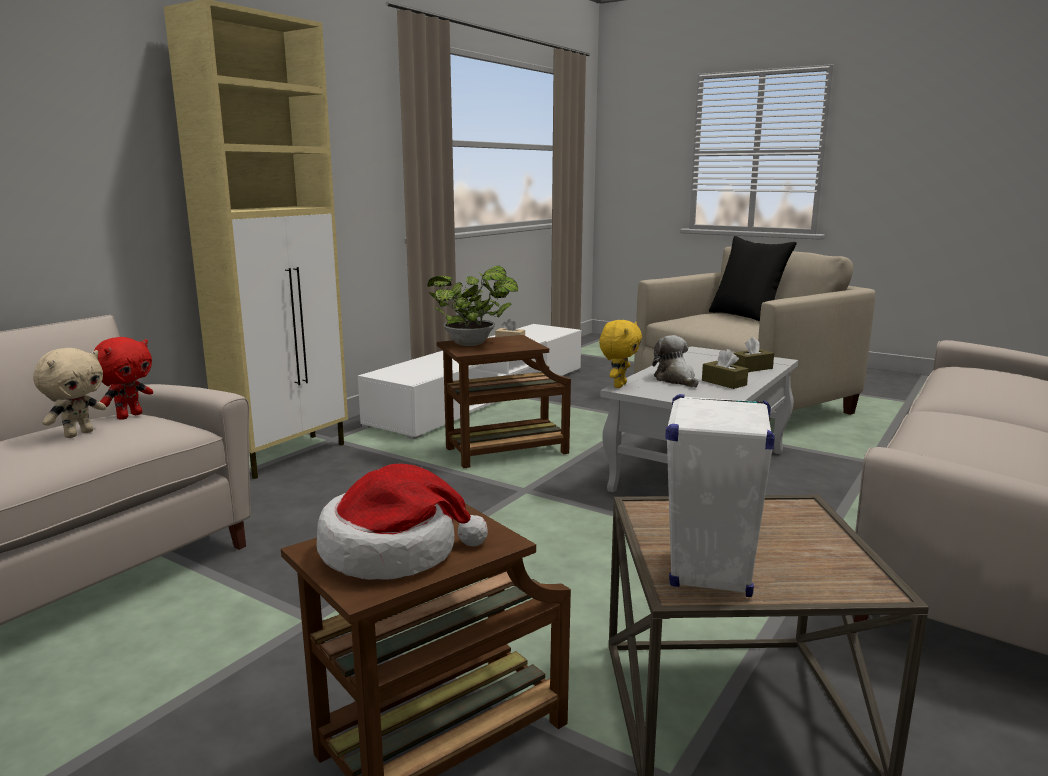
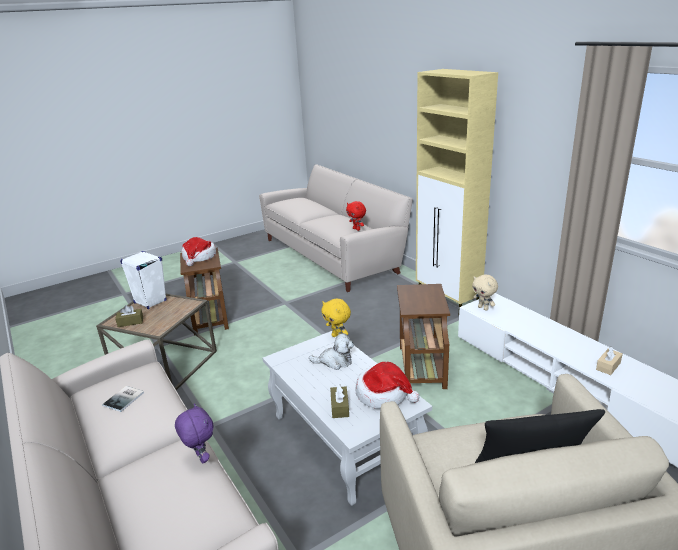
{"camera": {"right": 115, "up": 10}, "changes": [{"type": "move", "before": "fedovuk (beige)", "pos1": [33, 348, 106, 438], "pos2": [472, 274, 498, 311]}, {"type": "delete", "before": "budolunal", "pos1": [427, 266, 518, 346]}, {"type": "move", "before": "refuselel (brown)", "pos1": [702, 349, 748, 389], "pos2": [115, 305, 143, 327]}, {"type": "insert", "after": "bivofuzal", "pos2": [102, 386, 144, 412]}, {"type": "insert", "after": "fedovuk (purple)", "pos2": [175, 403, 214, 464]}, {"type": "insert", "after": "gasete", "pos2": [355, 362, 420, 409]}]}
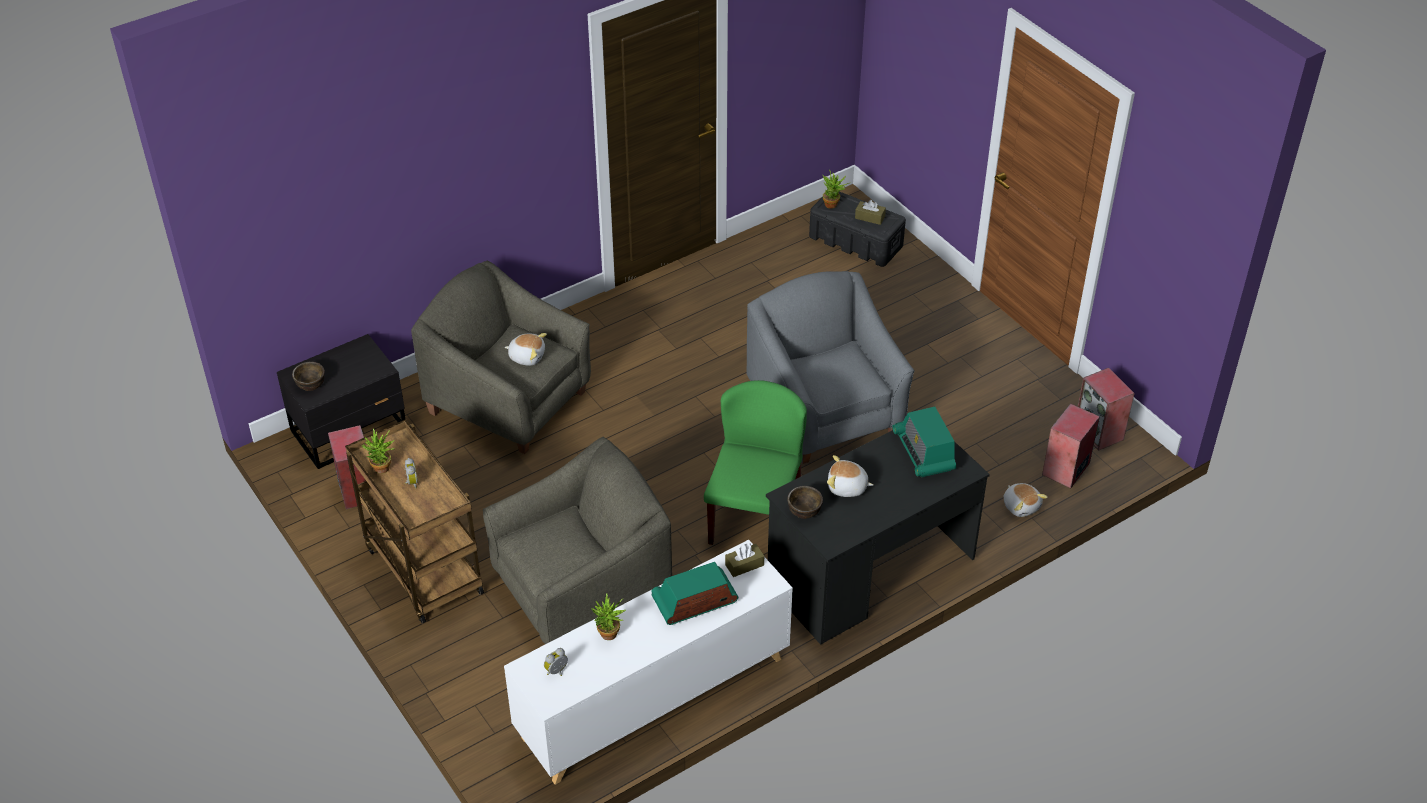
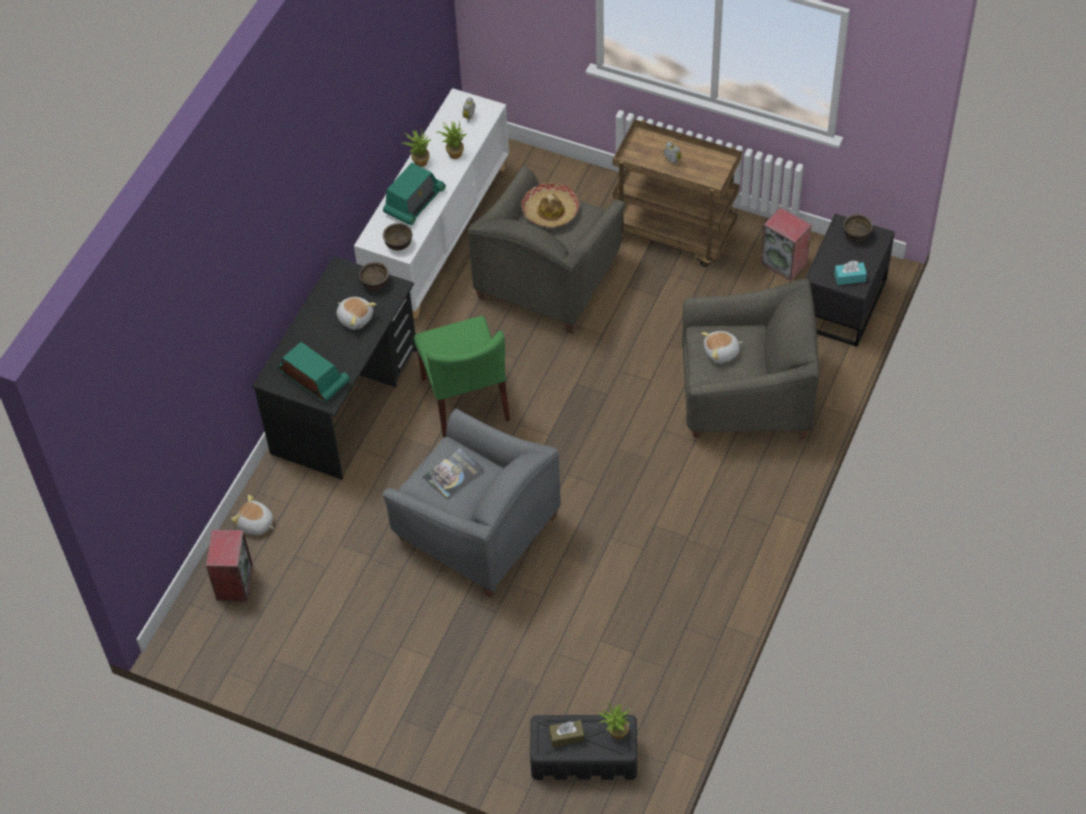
{"camera": {"right": 150, "up": 10}, "changes": [{"type": "move", "before": "budolunal", "pos1": [361, 428, 395, 474], "pos2": [401, 130, 431, 167]}, {"type": "replace", "before": "refuselel (brown)", "after": "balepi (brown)", "pos1": [725, 543, 764, 577], "pos2": [383, 223, 412, 250]}, {"type": "rotate", "before": "fedovuk", "pos1": [827, 455, 873, 497], "pos2": [337, 297, 376, 330], "turn": 60}, {"type": "delete", "before": "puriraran", "pos1": [1078, 368, 1135, 451]}, {"type": "insert", "after": "bivofuzal", "pos2": [423, 447, 484, 499]}, {"type": "insert", "after": "gasete", "pos2": [521, 183, 579, 228]}, {"type": "insert", "after": "refuselel (turquoise)", "pos2": [834, 261, 867, 285]}]}
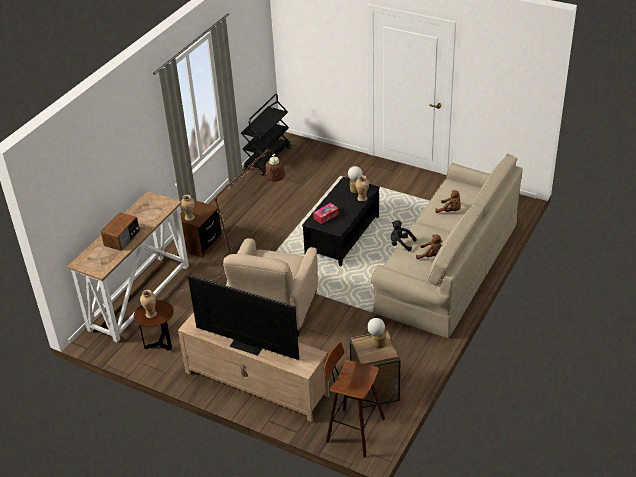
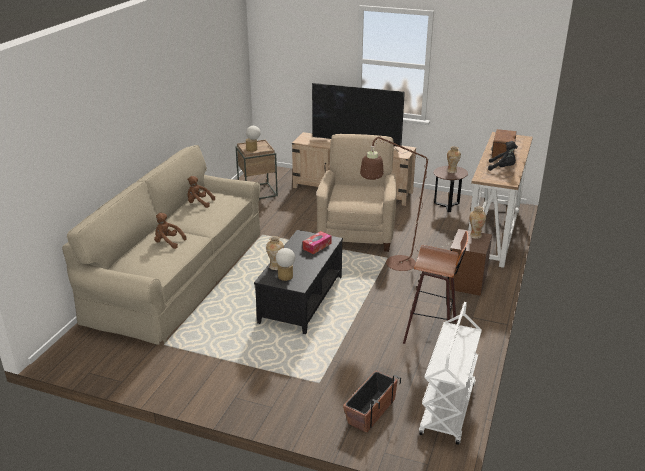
{"camera": {"right": 170, "up": -10}, "changes": [{"type": "recolor", "before": "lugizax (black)", "after": "lugizax (white)", "pos1": [241, 94, 291, 176], "pos2": [419, 302, 482, 445]}, {"type": "move", "before": "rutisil", "pos1": [323, 342, 385, 458], "pos2": [403, 231, 468, 344]}, {"type": "move", "before": "fedovuk (black)", "pos1": [391, 220, 416, 251], "pos2": [488, 141, 518, 171]}, {"type": "insert", "after": "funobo", "pos2": [343, 370, 401, 433]}]}
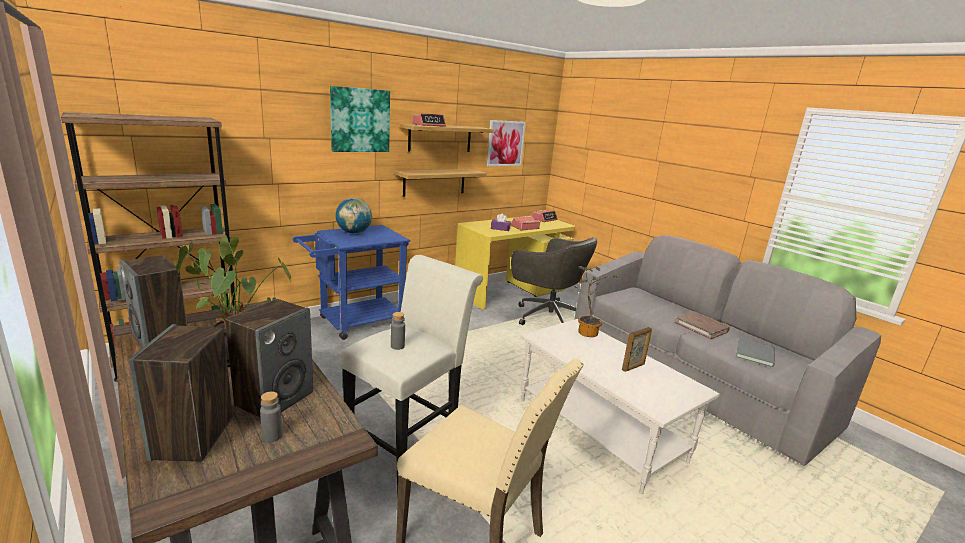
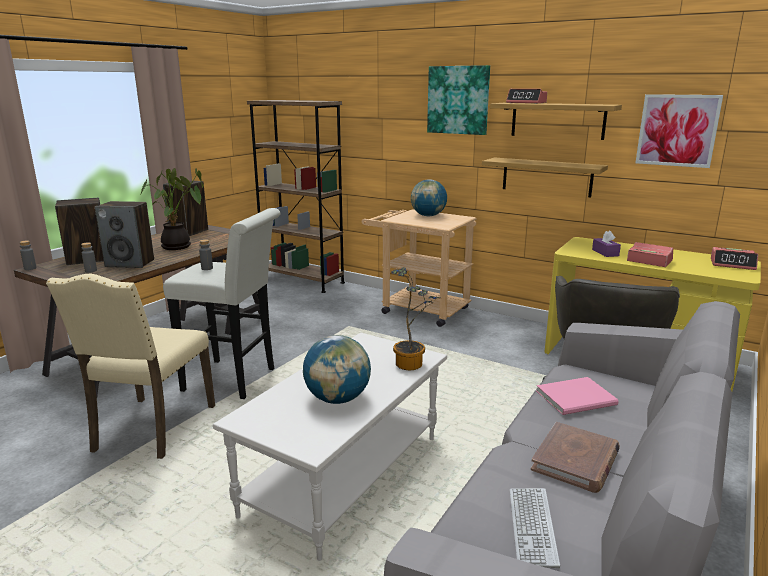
{"camera": {"right": 70, "up": 0}, "changes": [{"type": "recolor", "before": "lugizax (blue)", "after": "lugizax (beige)", "pos1": [293, 225, 410, 340], "pos2": [362, 209, 477, 327]}, {"type": "replace", "before": "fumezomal", "after": "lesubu", "pos1": [622, 327, 652, 372], "pos2": [303, 335, 371, 404]}, {"type": "replace", "before": "bivofuzal (grey)", "after": "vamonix", "pos1": [736, 338, 775, 367], "pos2": [510, 488, 560, 568]}, {"type": "insert", "after": "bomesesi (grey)", "pos2": [19, 240, 36, 270]}, {"type": "insert", "after": "bivofuzal (pink)", "pos2": [536, 377, 619, 415]}]}
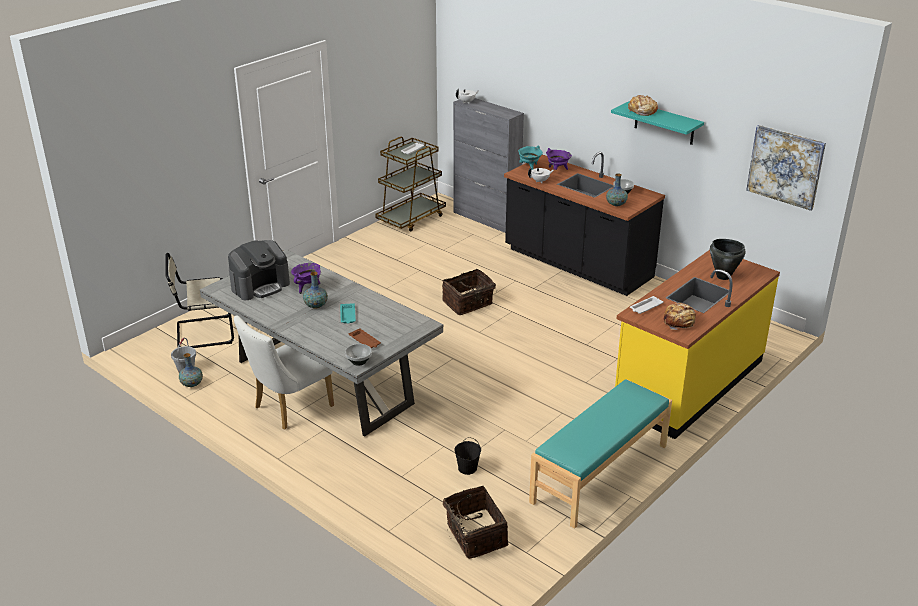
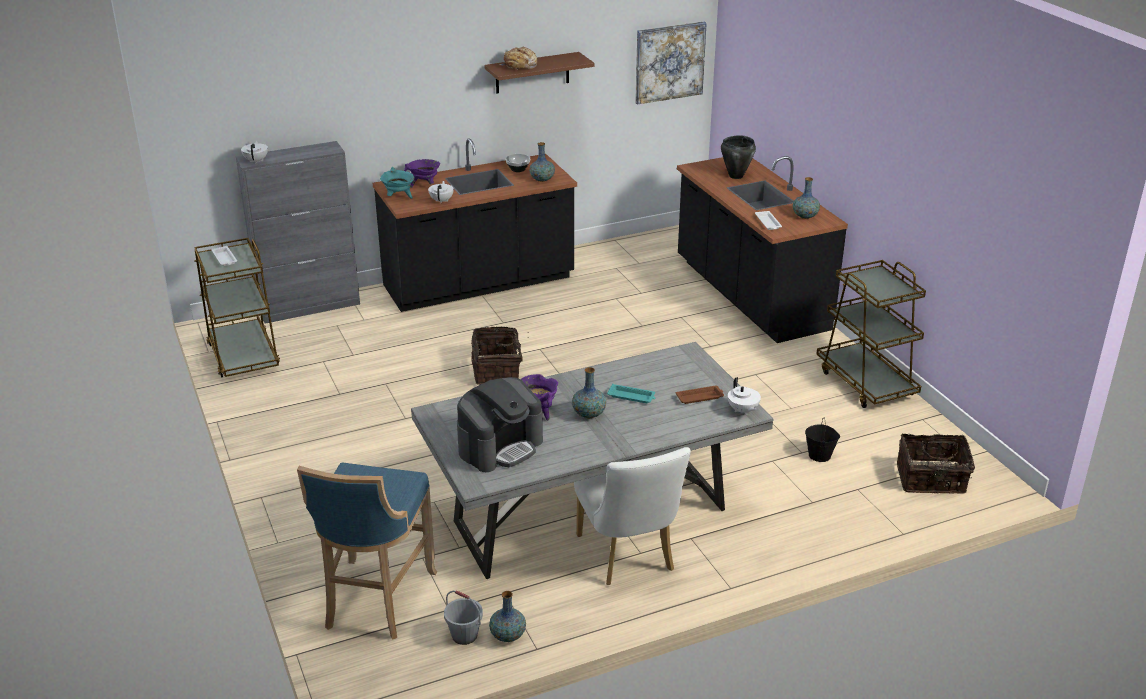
{"camera": {"right": -65, "up": 0}, "changes": [{"type": "replace", "before": "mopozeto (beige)", "after": "rutisil (blue)", "pos1": [165, 253, 234, 348], "pos2": [297, 463, 437, 640]}, {"type": "rotate", "before": "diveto", "pos1": [228, 240, 290, 300], "pos2": [457, 377, 543, 472], "turn": 60}, {"type": "replace", "before": "balepi", "after": "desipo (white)", "pos1": [345, 344, 372, 366], "pos2": [728, 377, 761, 415]}, {"type": "replace", "before": "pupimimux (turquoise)", "after": "lugizax (brown)", "pos1": [529, 379, 672, 529], "pos2": [816, 260, 926, 408]}, {"type": "recolor", "before": "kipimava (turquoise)", "after": "kipimava (brown)", "pos1": [611, 101, 704, 145], "pos2": [484, 52, 595, 94]}, {"type": "recolor", "before": "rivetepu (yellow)", "after": "rivetepu (black)", "pos1": [615, 250, 780, 439], "pos2": [677, 156, 848, 343]}, {"type": "replace", "before": "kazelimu", "after": "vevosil", "pos1": [664, 303, 696, 330], "pos2": [793, 177, 820, 219]}]}
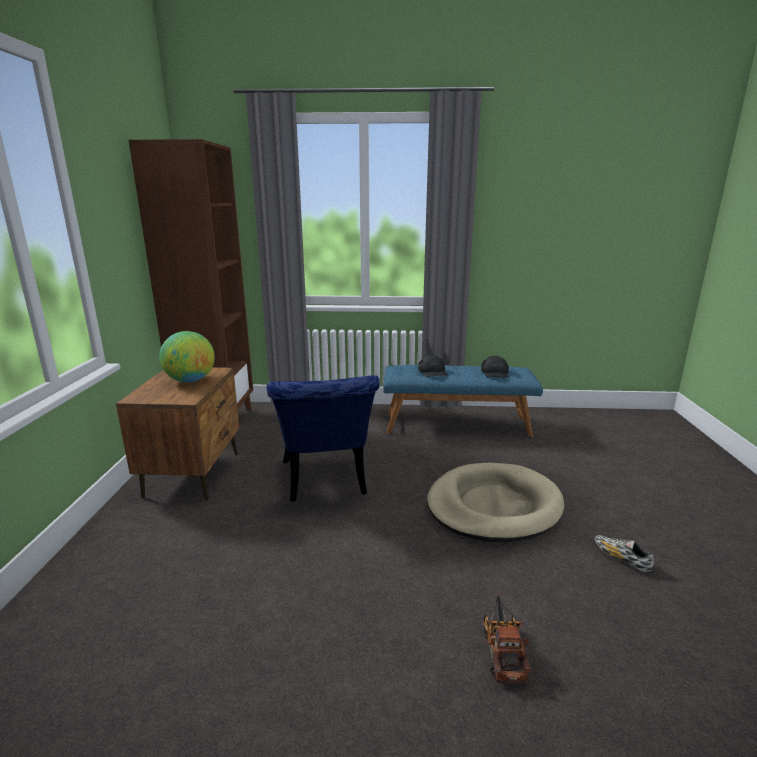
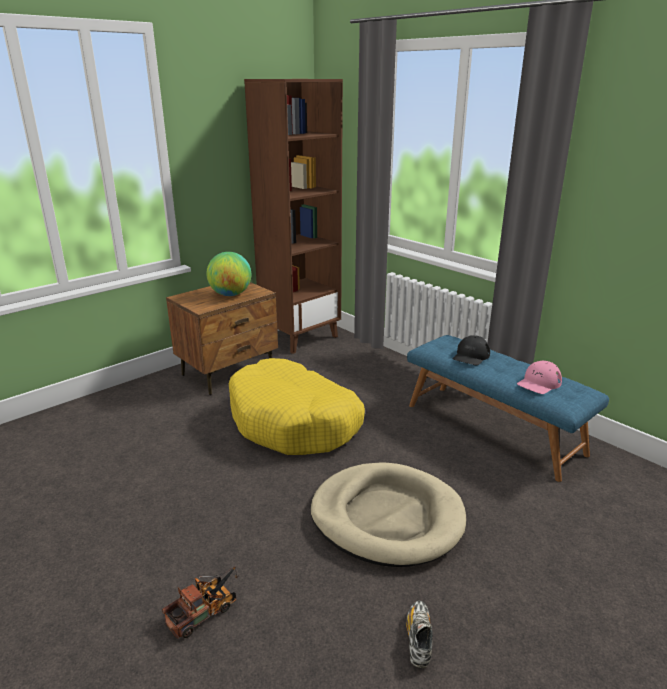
{"camera": {"right": 45, "up": 5}, "changes": [{"type": "replace", "before": "mopozeto (blue)", "after": "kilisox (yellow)", "pos1": [267, 375, 380, 502], "pos2": [229, 358, 365, 455]}, {"type": "recolor", "before": "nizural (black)", "after": "nizural (pink)", "pos1": [481, 356, 509, 378], "pos2": [517, 361, 562, 394]}]}
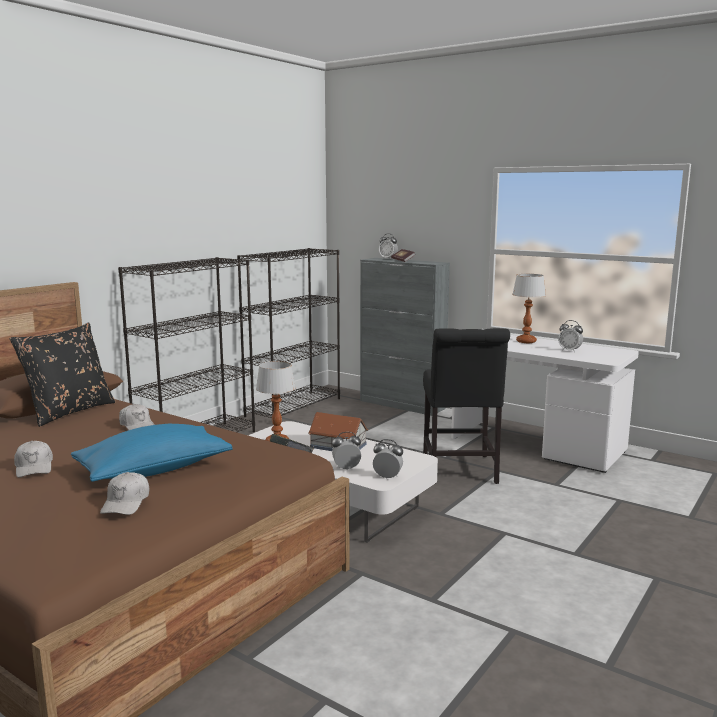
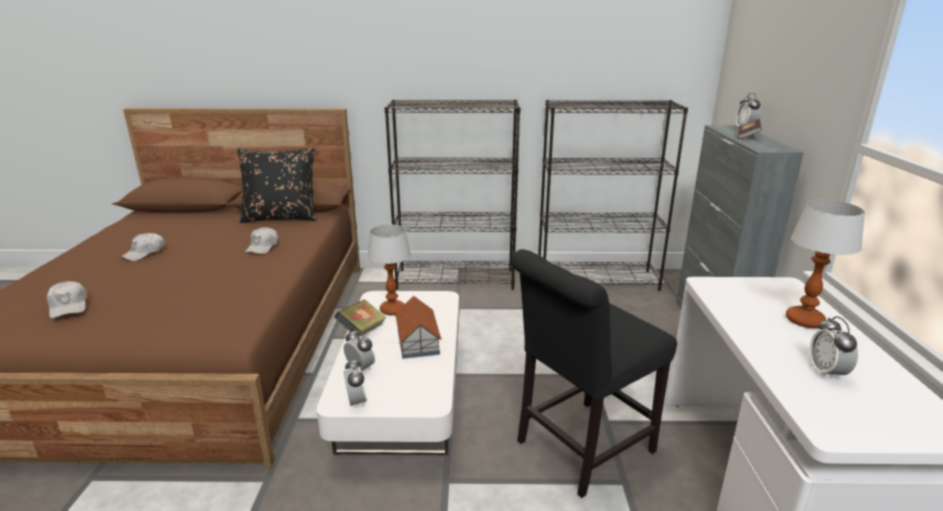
{"camera": {"right": 55, "up": 10}, "changes": [{"type": "delete", "before": "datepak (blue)", "pos1": [71, 424, 233, 482]}, {"type": "rotate", "before": "nizural (white)", "pos1": [100, 472, 149, 515], "pos2": [47, 281, 87, 318], "turn": -90}]}
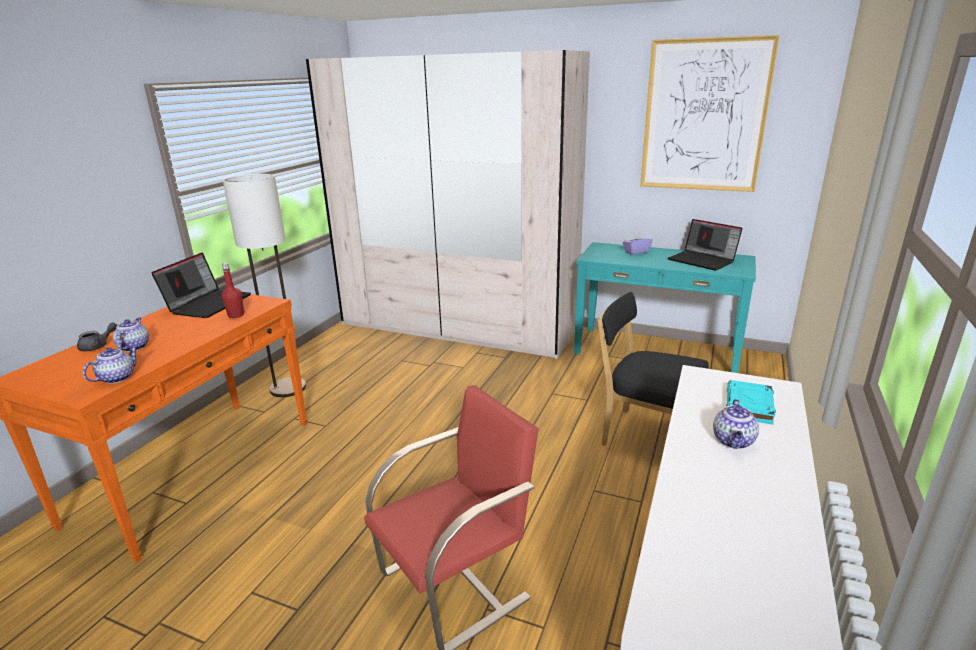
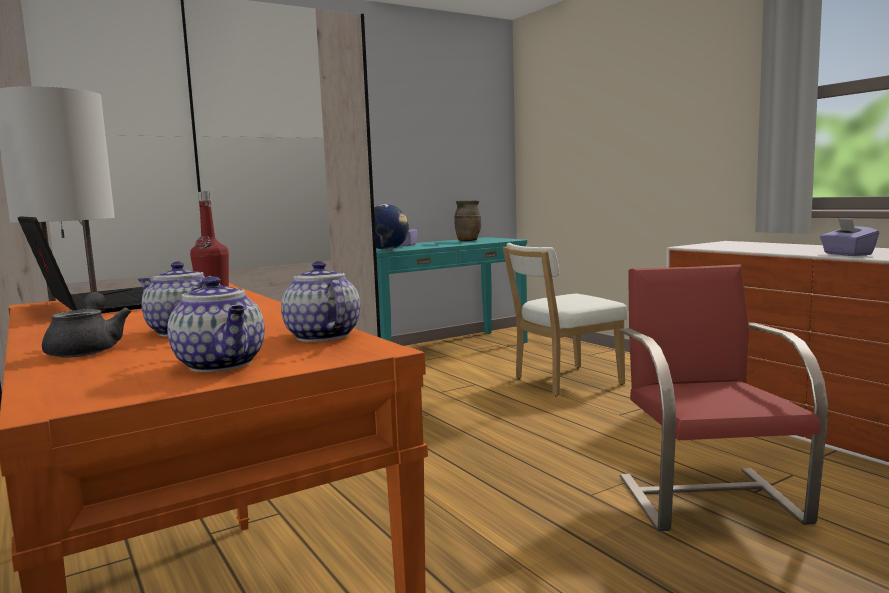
{"camera": {"right": -55, "up": -15}, "changes": [{"type": "recolor", "before": "mopozeto (black)", "after": "mopozeto (white)", "pos1": [597, 292, 709, 445], "pos2": [503, 243, 628, 396]}, {"type": "delete", "before": "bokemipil", "pos1": [640, 35, 780, 192]}, {"type": "replace", "before": "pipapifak", "after": "vevosil (brown)", "pos1": [668, 219, 743, 271], "pos2": [454, 200, 481, 241]}, {"type": "move", "before": "desipo", "pos1": [713, 399, 759, 449], "pos2": [167, 276, 265, 372]}, {"type": "delete", "before": "bivofuzal (turquoise)", "pos1": [726, 380, 776, 425]}, {"type": "insert", "after": "lesubu", "pos2": [374, 204, 409, 250]}, {"type": "insert", "after": "refuselel (purple)", "pos2": [820, 219, 879, 256]}]}
